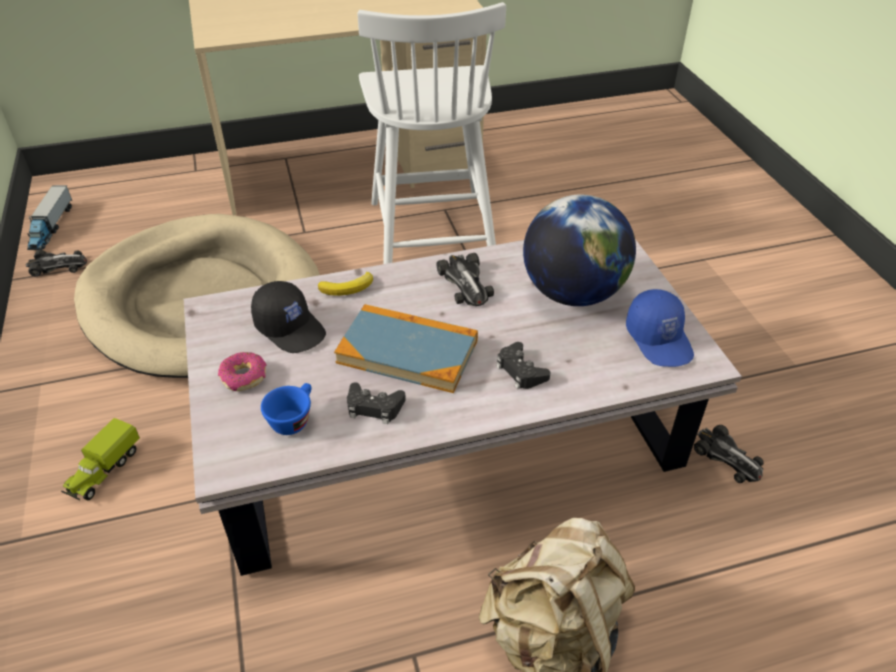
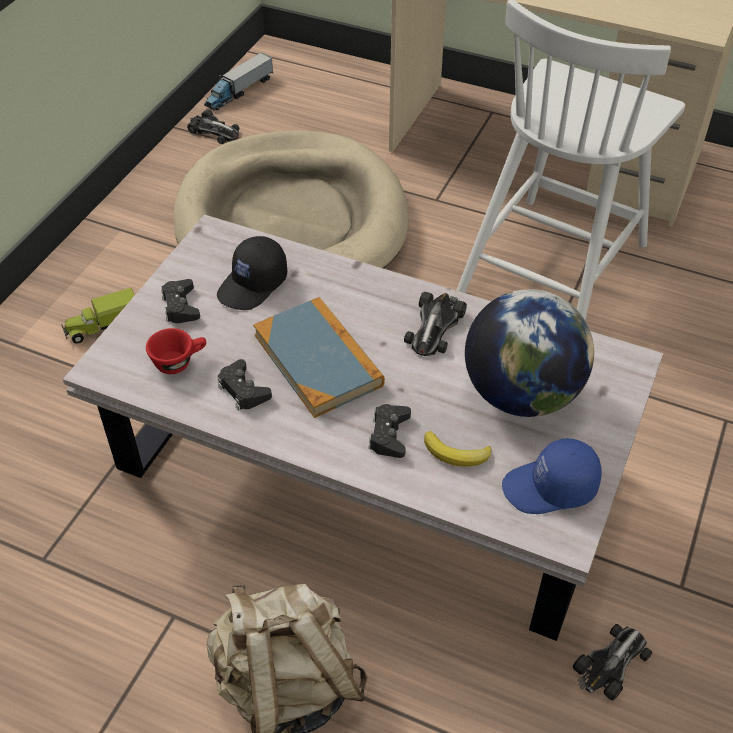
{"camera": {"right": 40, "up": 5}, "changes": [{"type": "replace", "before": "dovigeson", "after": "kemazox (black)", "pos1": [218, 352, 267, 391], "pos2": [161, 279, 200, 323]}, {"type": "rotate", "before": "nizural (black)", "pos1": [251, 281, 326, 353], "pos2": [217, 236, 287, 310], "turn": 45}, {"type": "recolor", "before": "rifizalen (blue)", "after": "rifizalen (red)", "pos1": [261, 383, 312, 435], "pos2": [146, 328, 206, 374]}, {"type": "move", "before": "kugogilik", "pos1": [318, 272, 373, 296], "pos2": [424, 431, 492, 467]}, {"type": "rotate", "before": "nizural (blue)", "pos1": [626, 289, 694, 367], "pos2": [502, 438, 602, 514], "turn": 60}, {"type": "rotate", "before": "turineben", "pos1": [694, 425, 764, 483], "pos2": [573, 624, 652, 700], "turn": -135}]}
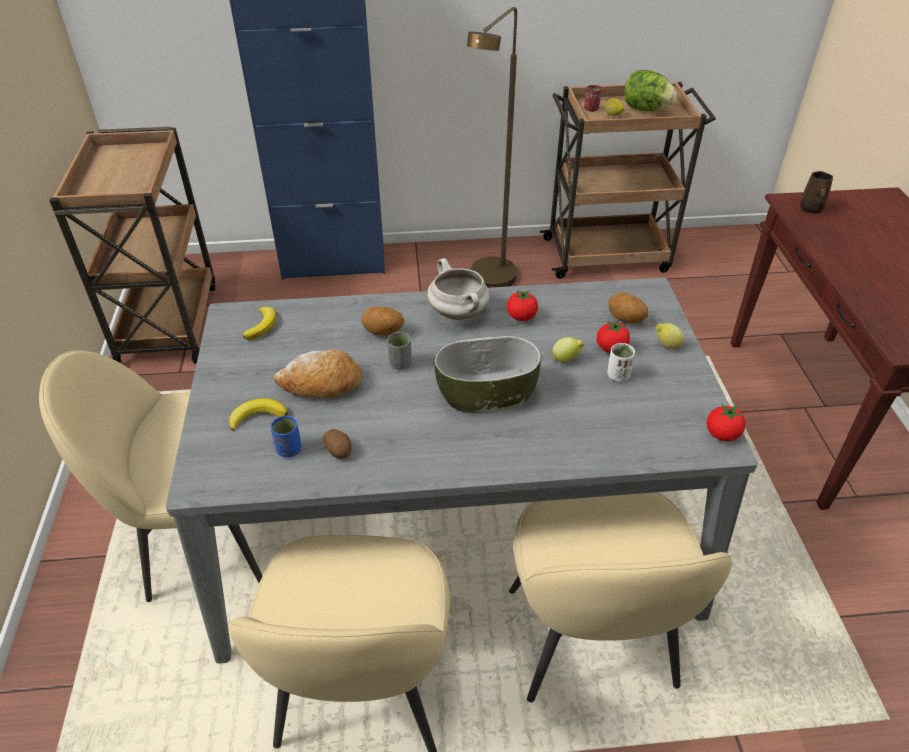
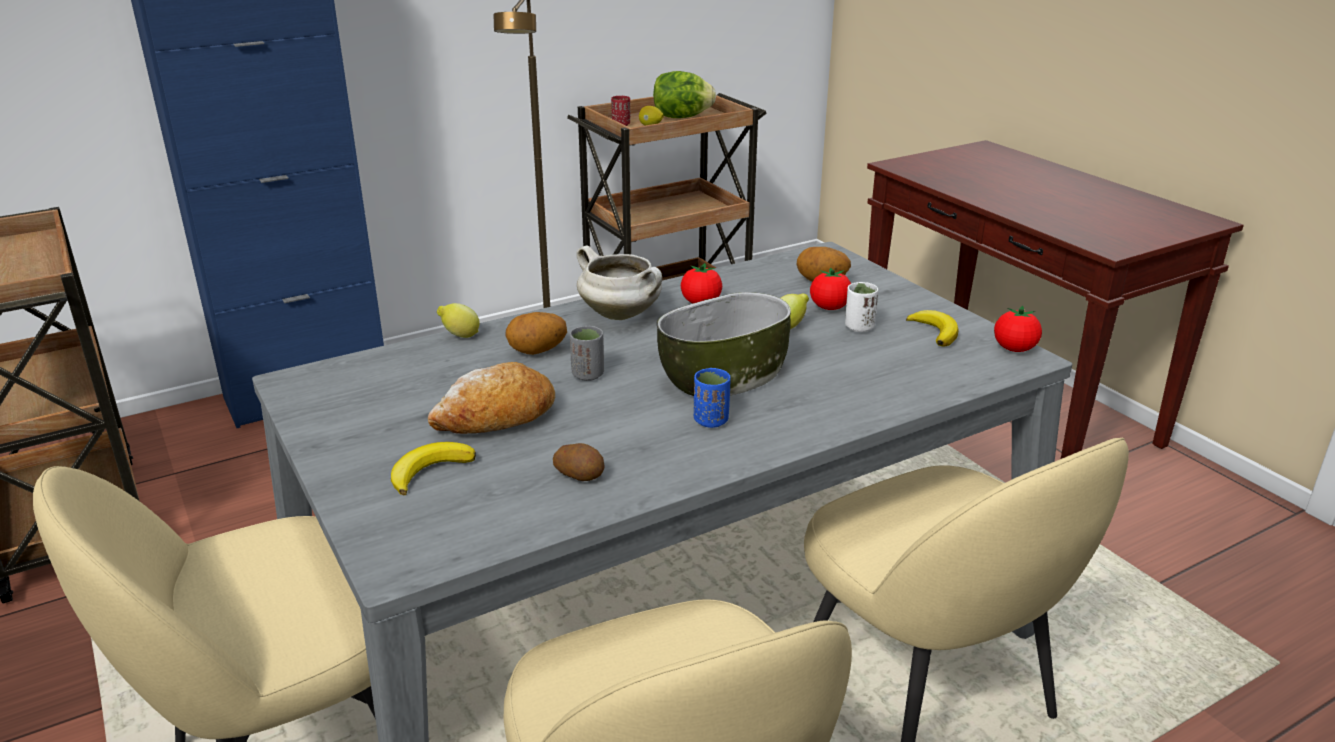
{"camera": {"right": -25, "up": -15}, "changes": [{"type": "move", "before": "kugogilik", "pos1": [242, 307, 276, 340], "pos2": [906, 310, 959, 346]}, {"type": "move", "before": "rifizalen (blue)", "pos1": [271, 416, 302, 458], "pos2": [694, 368, 731, 428]}, {"type": "move", "before": "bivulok", "pos1": [656, 323, 684, 349], "pos2": [437, 303, 480, 338]}, {"type": "delete", "before": "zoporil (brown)", "pos1": [800, 171, 833, 214]}]}
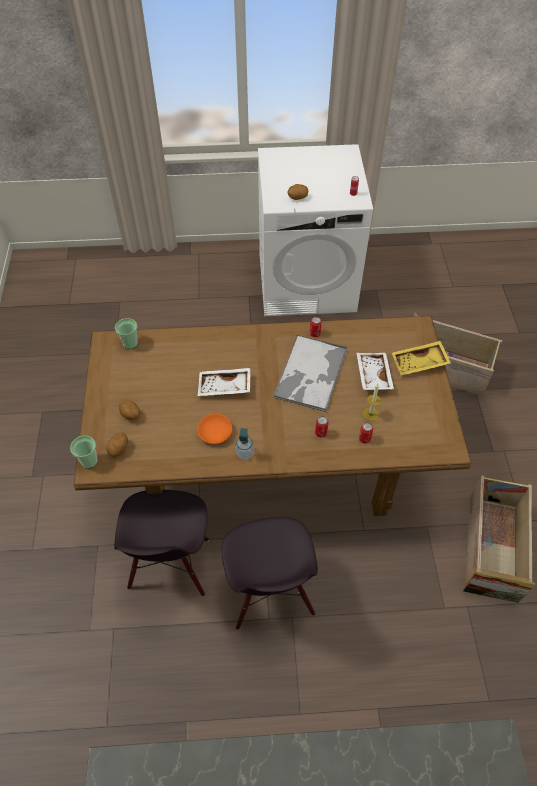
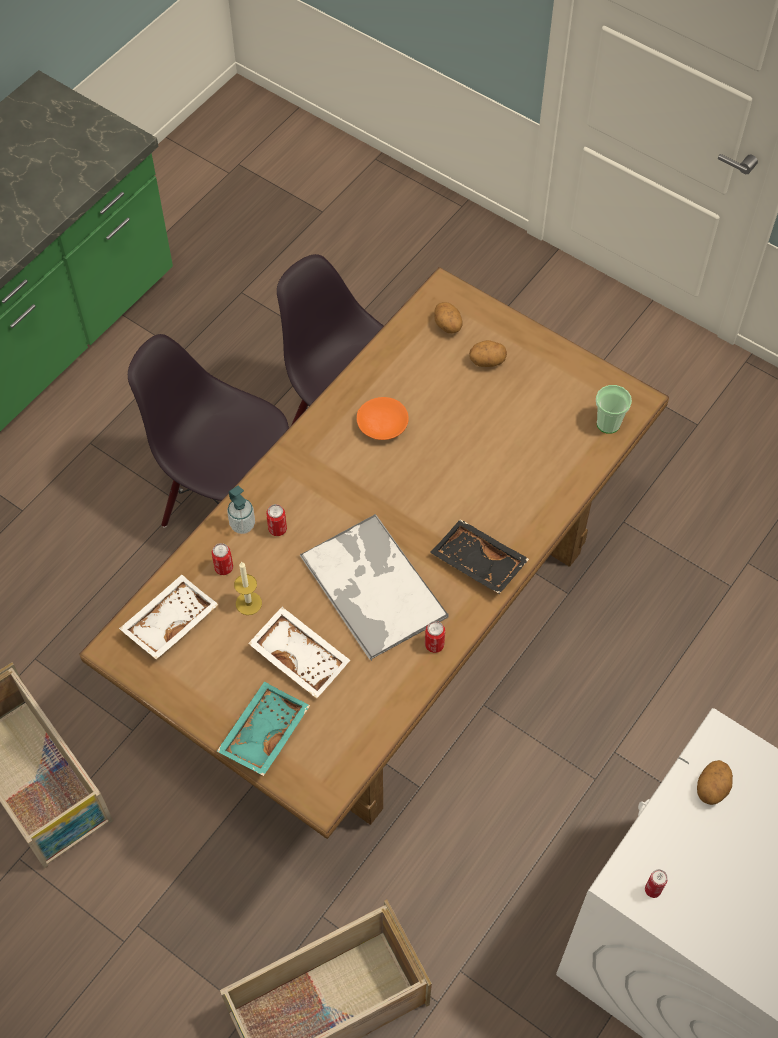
{"camera": {"right": 130, "up": 5}, "changes": [{"type": "delete", "before": "rifizalen", "pos1": [70, 436, 98, 469]}, {"type": "move", "before": "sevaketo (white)", "pos1": [197, 368, 251, 396], "pos2": [119, 575, 219, 659]}, {"type": "move", "before": "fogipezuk", "pos1": [236, 428, 254, 460], "pos2": [227, 485, 255, 534]}, {"type": "recolor", "before": "sevaketo (yellow)", "after": "sevaketo (turquoise)", "pos1": [392, 341, 451, 375], "pos2": [217, 682, 310, 776]}, {"type": "insert", "after": "sevaketo (black)", "pos2": [430, 519, 529, 594]}]}
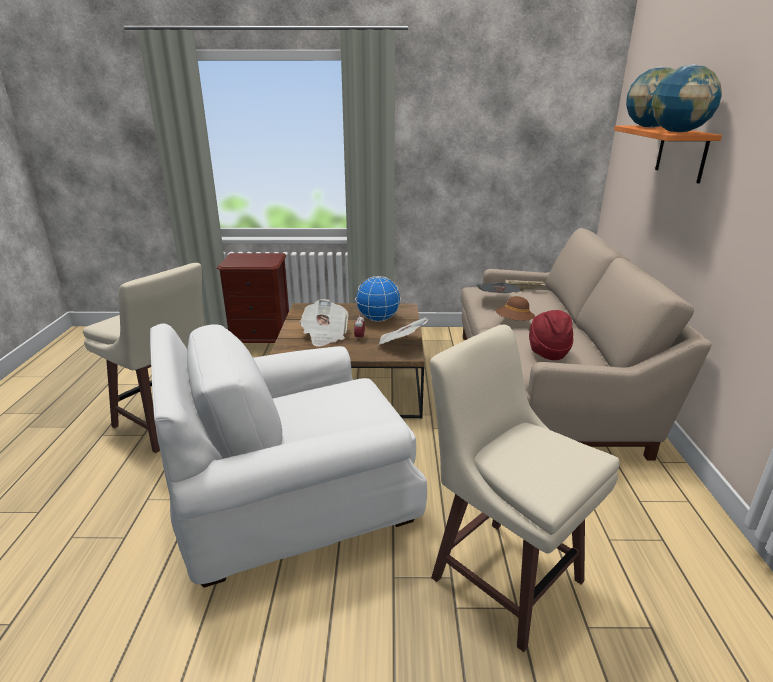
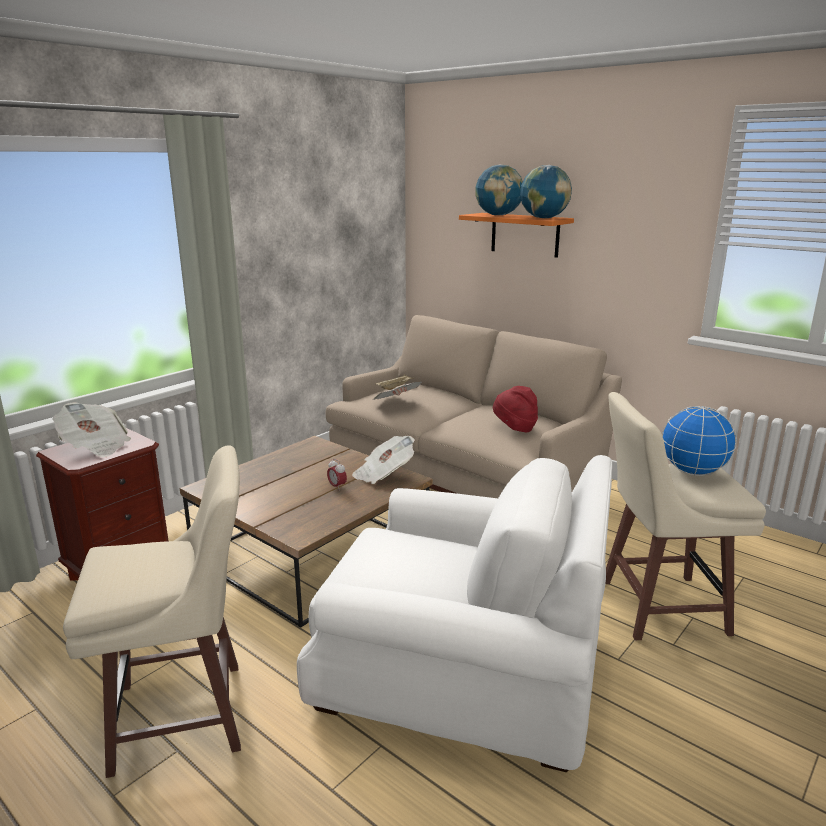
{"camera": {"right": -50, "up": -5}, "changes": [{"type": "rotate", "before": "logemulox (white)", "pos1": [150, 323, 427, 588], "pos2": [297, 455, 612, 772], "turn": -90}, {"type": "move", "before": "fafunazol", "pos1": [300, 299, 349, 347], "pos2": [53, 402, 131, 457]}, {"type": "move", "before": "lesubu", "pos1": [355, 276, 401, 322], "pos2": [662, 406, 737, 476]}, {"type": "delete", "before": "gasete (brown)", "pos1": [496, 296, 535, 321]}]}
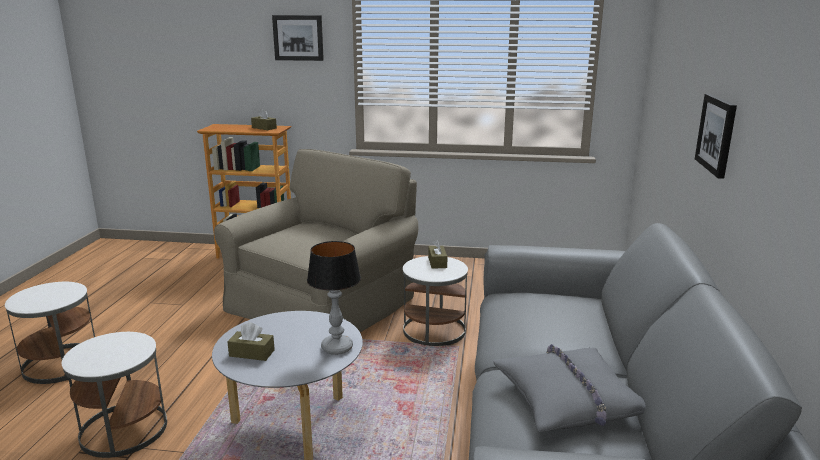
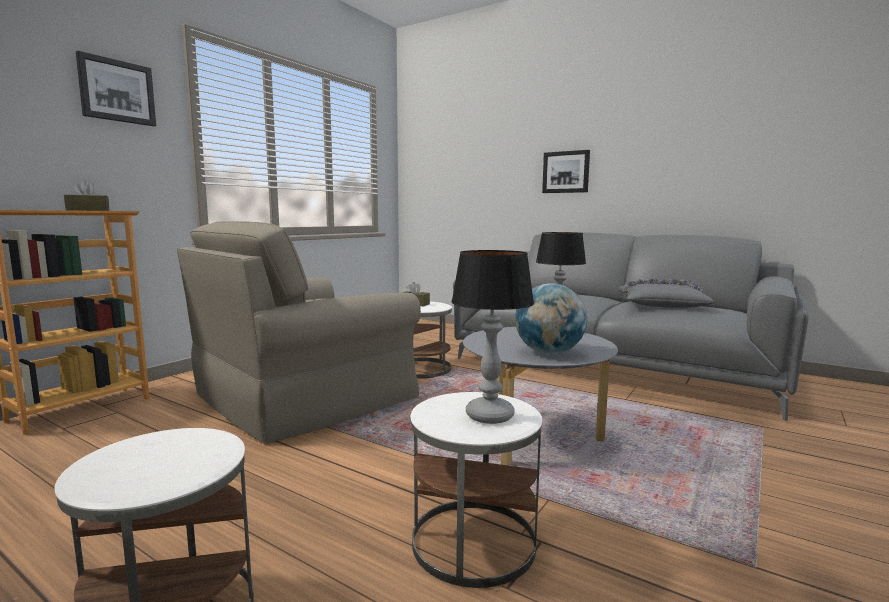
{"camera": {"right": -65, "up": -10}, "changes": [{"type": "rotate", "before": "logemulox (beige)", "pos1": [214, 149, 418, 332], "pos2": [177, 221, 421, 443], "turn": -105}, {"type": "replace", "before": "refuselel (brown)", "after": "lesubu", "pos1": [227, 322, 275, 361], "pos2": [515, 283, 587, 354]}, {"type": "insert", "after": "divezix", "pos2": [451, 250, 534, 424]}]}
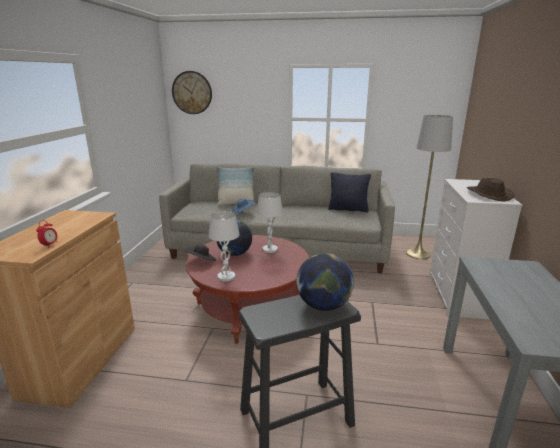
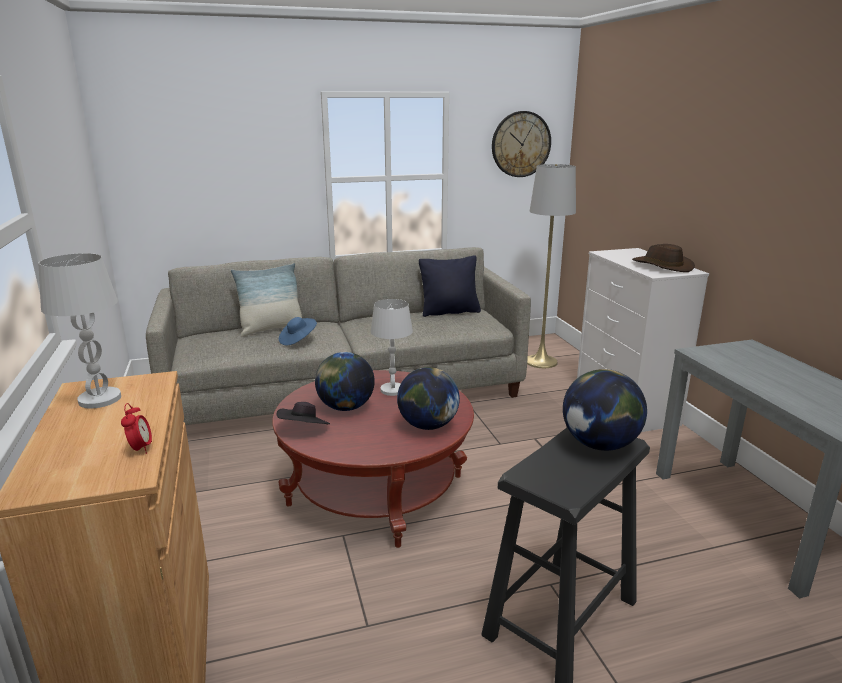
{"camera": {"right": -25, "up": 0}, "changes": [{"type": "move", "before": "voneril", "pos1": [172, 71, 212, 114], "pos2": [492, 111, 551, 177]}, {"type": "move", "before": "divezix (white)", "pos1": [209, 211, 240, 282], "pos2": [38, 253, 121, 408]}, {"type": "insert", "after": "lesubu", "pos2": [397, 367, 460, 430]}]}
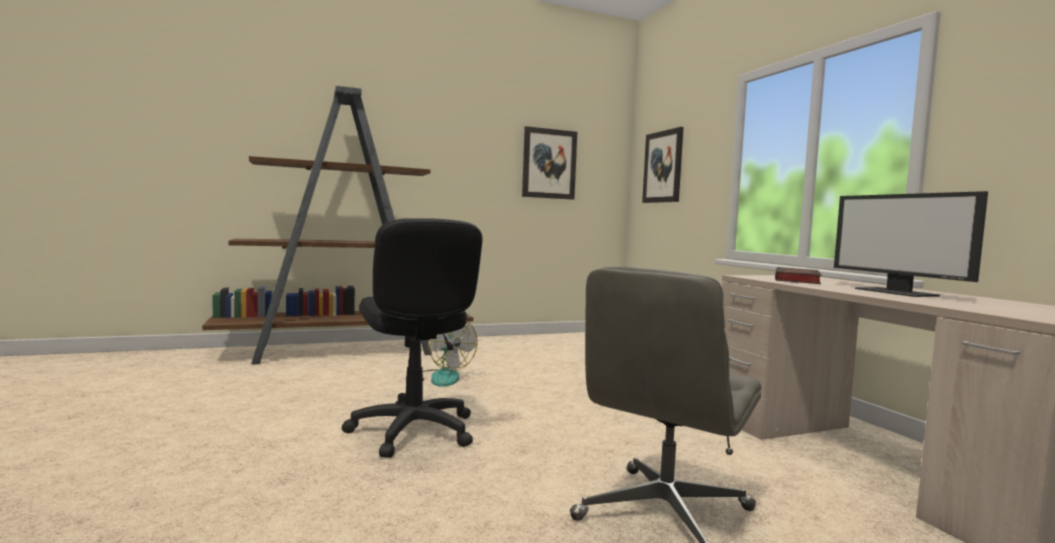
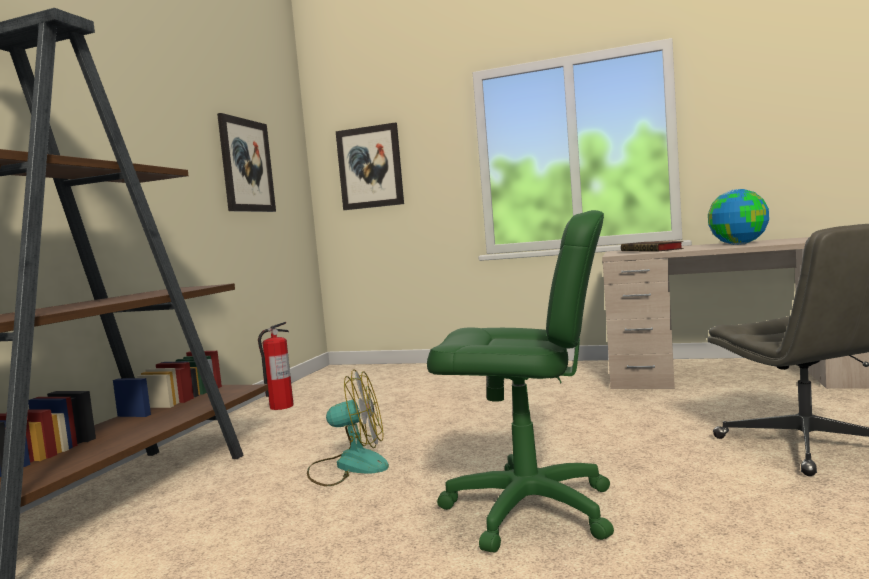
{"camera": {"right": -50, "up": 0}, "changes": [{"type": "recolor", "before": "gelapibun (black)", "after": "gelapibun (green)", "pos1": [342, 218, 483, 458], "pos2": [427, 210, 614, 553]}, {"type": "replace", "before": "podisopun", "after": "lesubu", "pos1": [834, 191, 988, 297], "pos2": [708, 189, 769, 245]}, {"type": "insert", "after": "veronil", "pos2": [258, 322, 294, 410]}]}
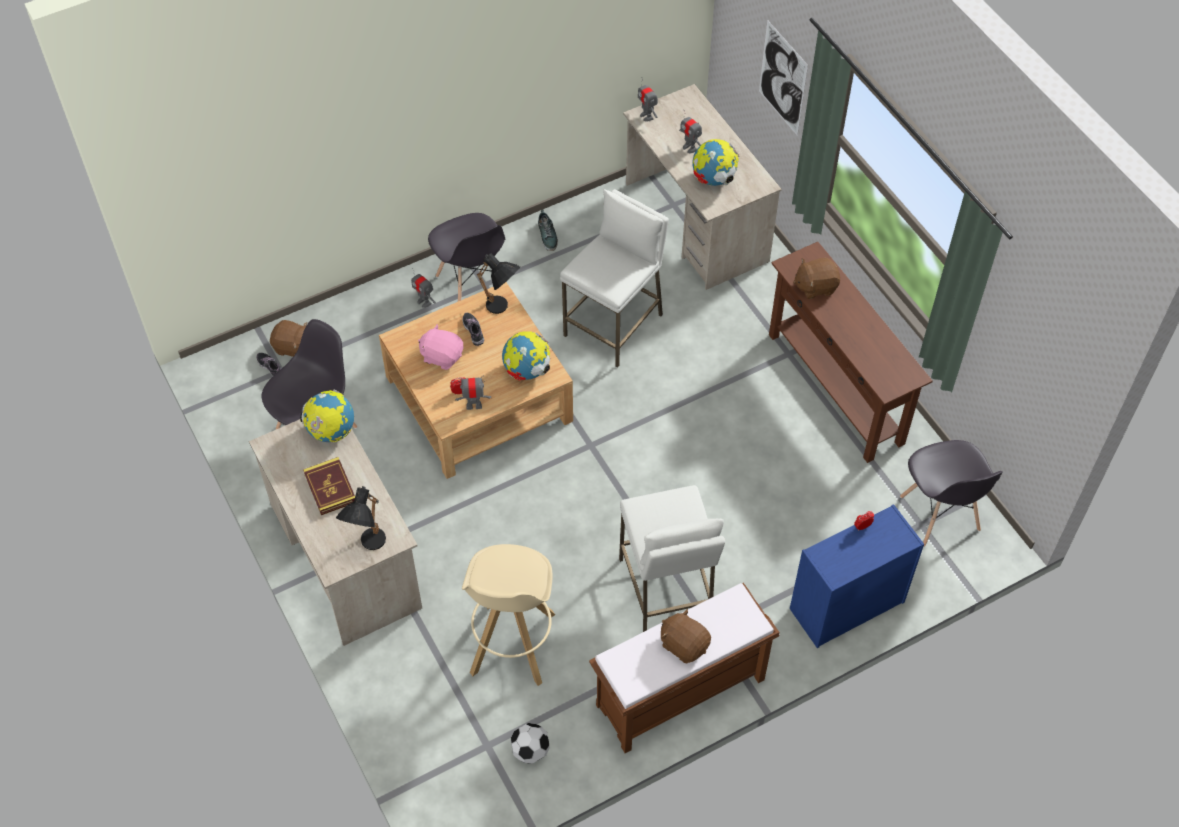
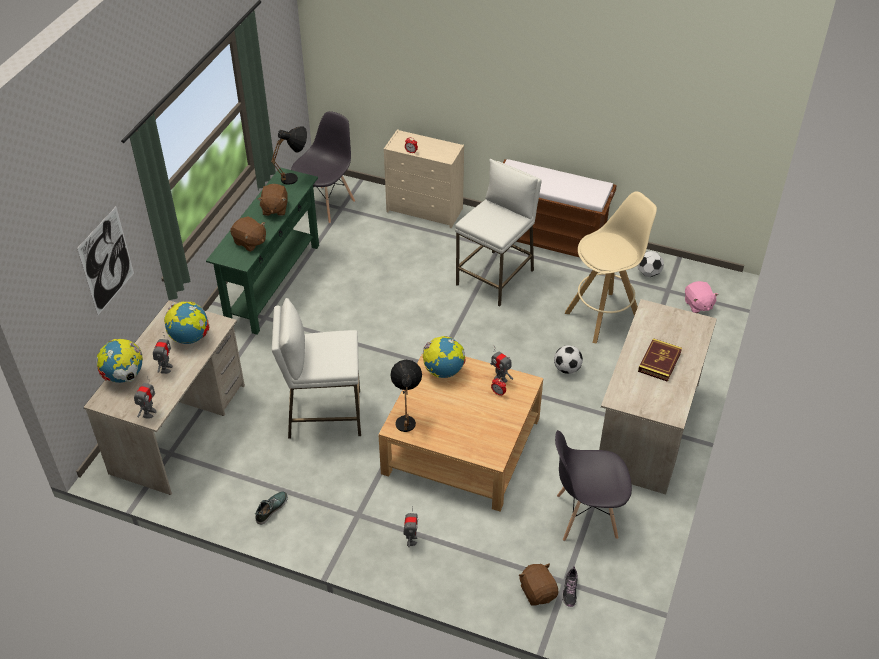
{"camera": {"right": -130, "up": -10}, "changes": [{"type": "move", "before": "lesubu", "pos1": [300, 389, 354, 442], "pos2": [96, 339, 143, 383]}, {"type": "move", "before": "divezix (black)", "pos1": [336, 486, 386, 550], "pos2": [271, 126, 307, 185]}, {"type": "move", "before": "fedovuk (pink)", "pos1": [418, 324, 464, 370], "pos2": [685, 281, 719, 313]}, {"type": "delete", "before": "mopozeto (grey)", "pos1": [428, 213, 506, 301]}, {"type": "delete", "before": "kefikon", "pos1": [463, 313, 484, 346]}, {"type": "move", "before": "fedovuk (brown)", "pos1": [661, 609, 711, 663], "pos2": [257, 184, 288, 216]}, {"type": "recolor", "before": "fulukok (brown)", "after": "fulukok (green)", "pos1": [769, 242, 933, 463], "pos2": [206, 168, 319, 335]}, {"type": "recolor", "before": "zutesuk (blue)", "after": "zutesuk (beige)", "pos1": [790, 504, 924, 648], "pos2": [384, 129, 464, 228]}, {"type": "insert", "after": "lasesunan", "pos2": [554, 345, 583, 374]}]}
